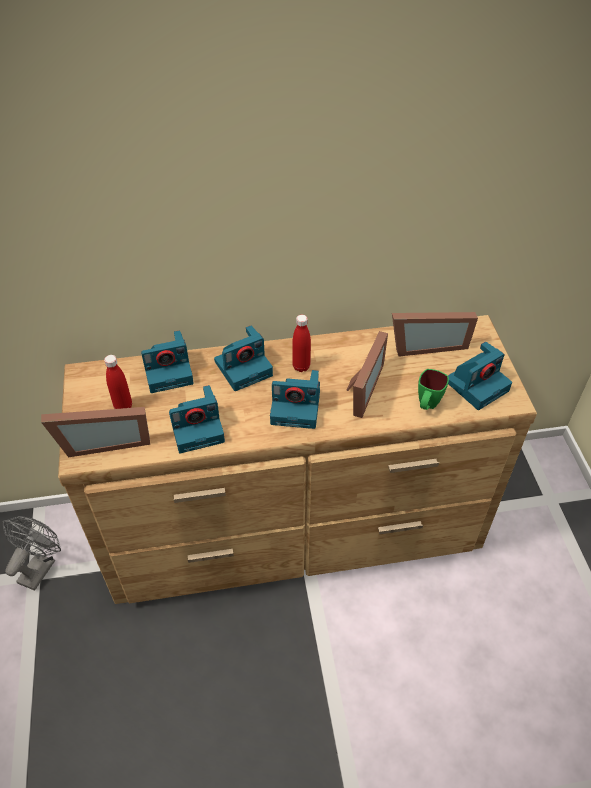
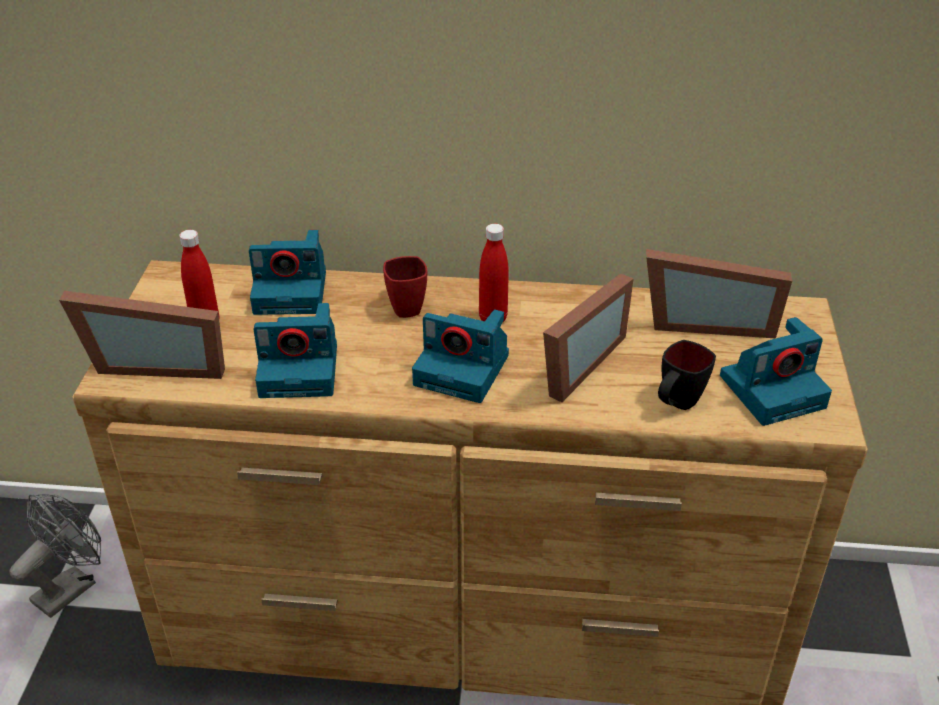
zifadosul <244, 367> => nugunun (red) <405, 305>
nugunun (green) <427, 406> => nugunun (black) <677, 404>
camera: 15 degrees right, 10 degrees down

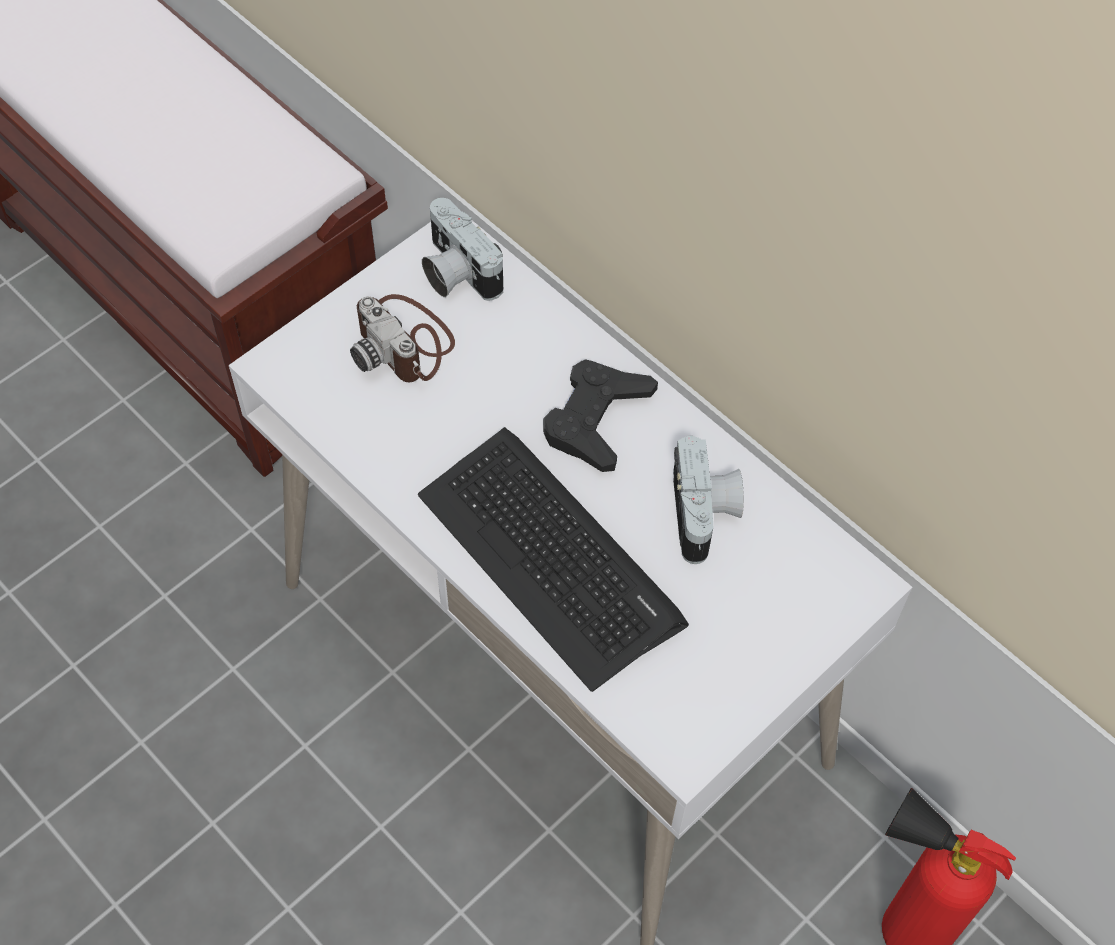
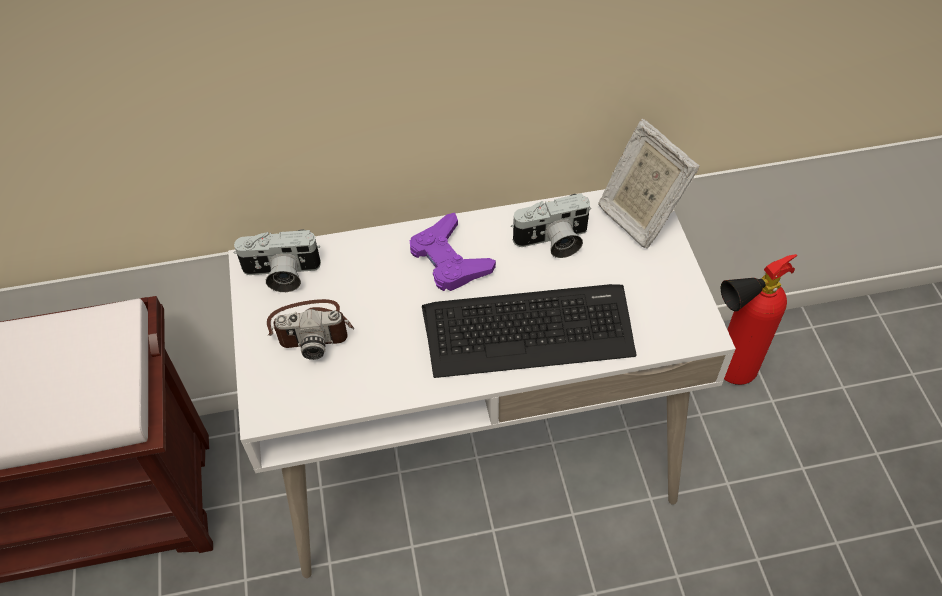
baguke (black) <596, 419> => baguke (purple) <449, 259>
zifadosul <705, 514> => zifadosul <553, 242>, 135 degrees clockwise
nothing => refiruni <638, 215>
camera: 55 degrees left, 5 degrees down

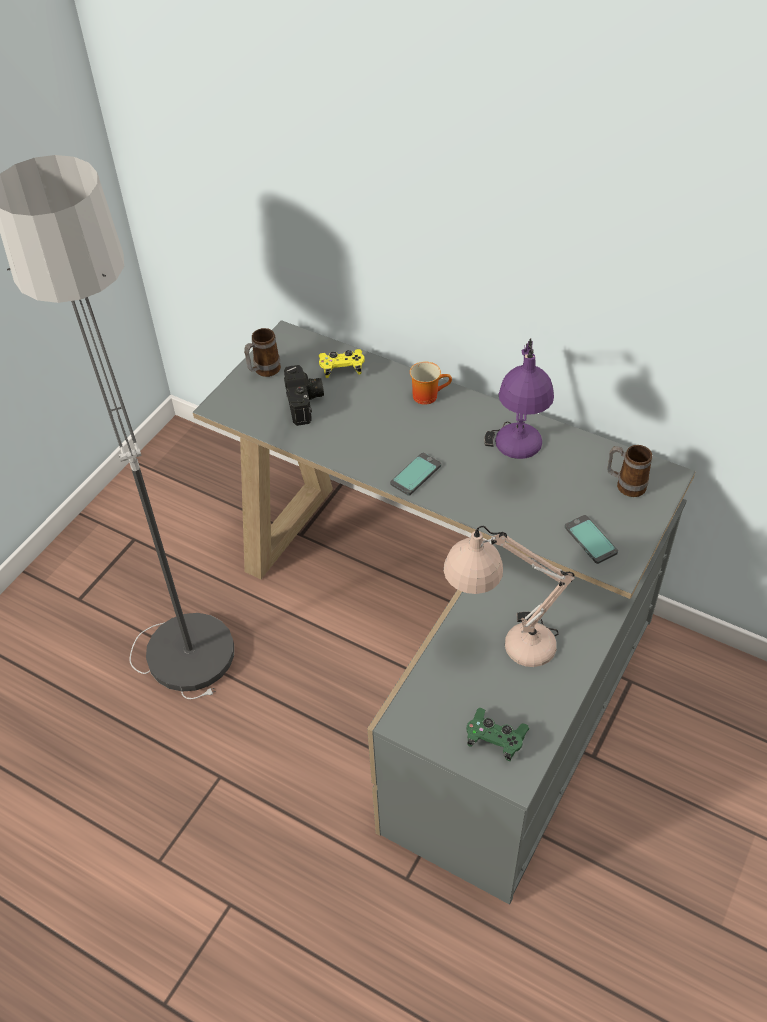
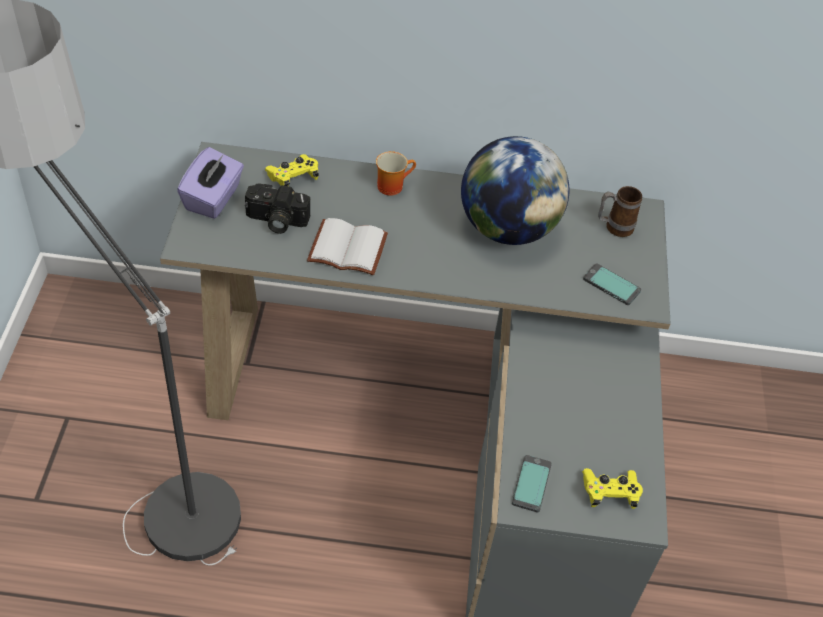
nugunun <263, 371> => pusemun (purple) <213, 198>
zifadosul <305, 403> => zifadosul <276, 221>, 135 degrees clockwise
nothing => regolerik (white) <346, 250>
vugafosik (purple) <516, 460> => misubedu <507, 228>
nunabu <415, 474> => nunabu <531, 484>, move
baguke (green) <495, 739> => baguke (yellow) <609, 493>
vugafosik (beige) <501, 644> => nothing
camera: 30 degrees left, 0 degrees up

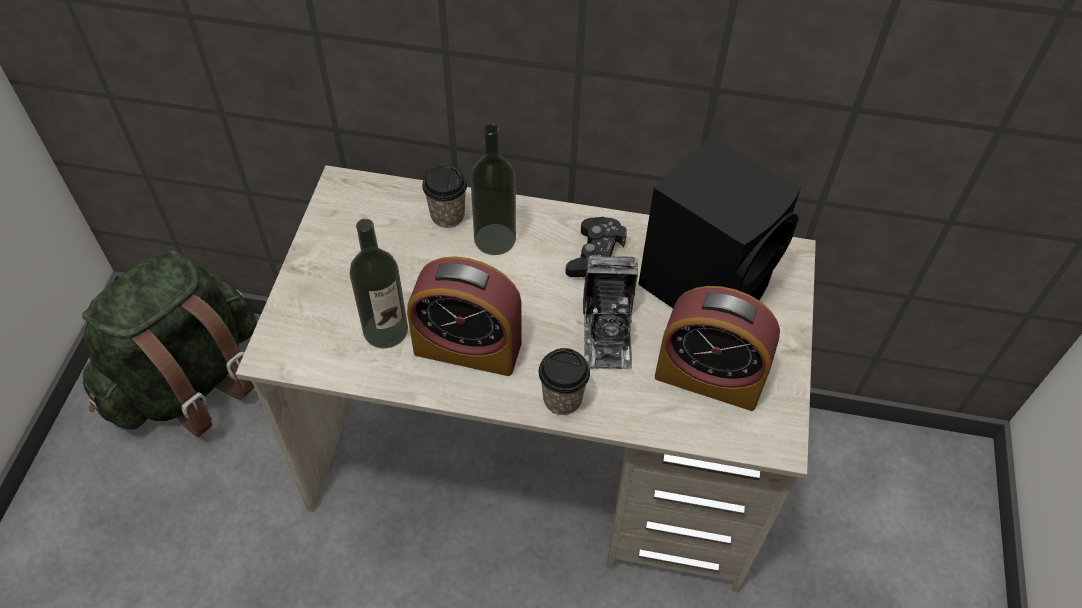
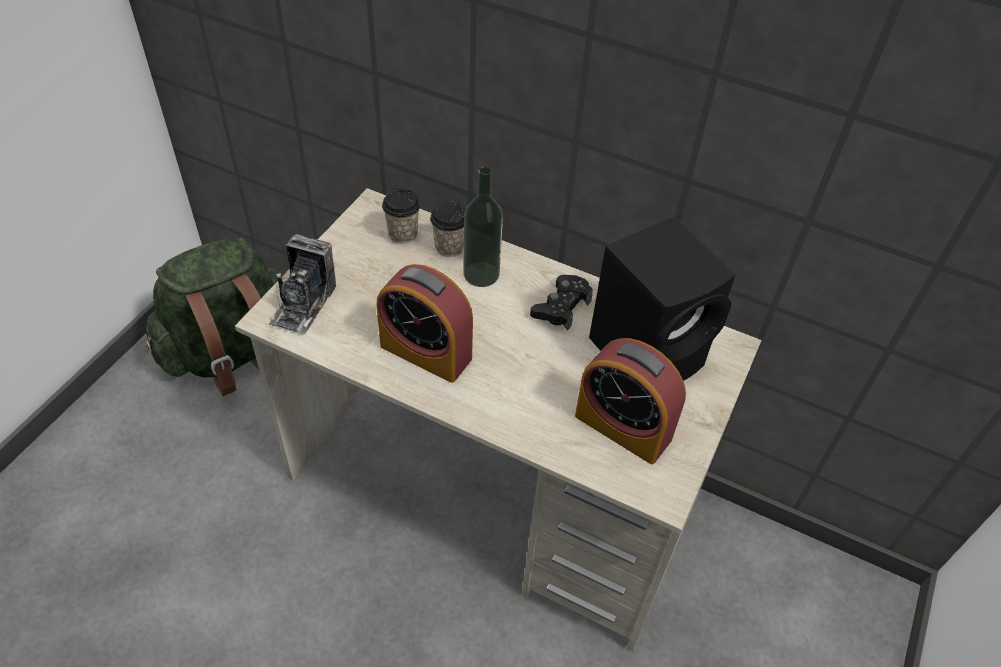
zifadosul <607, 332> => zifadosul <303, 304>, move
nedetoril <562, 399> => nedetoril <403, 234>, move
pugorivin <385, 330> => nothing
camera: 15 degrees right, 5 degrees down

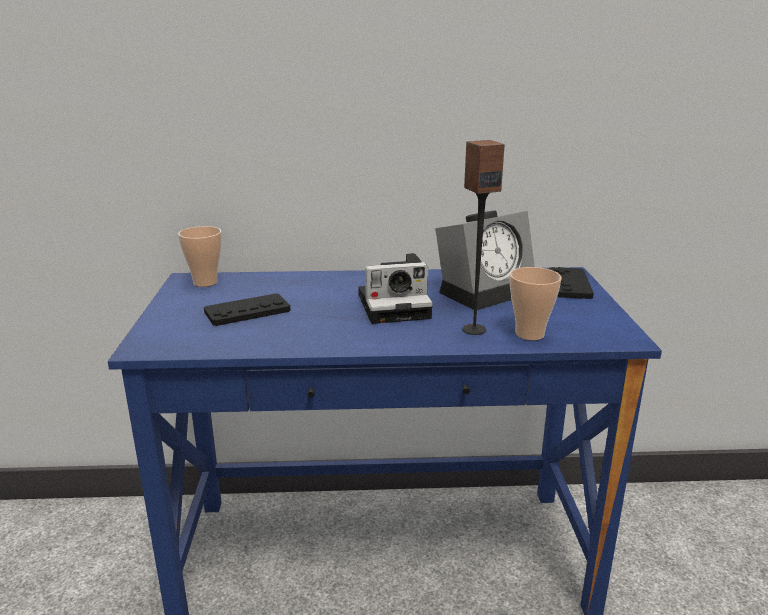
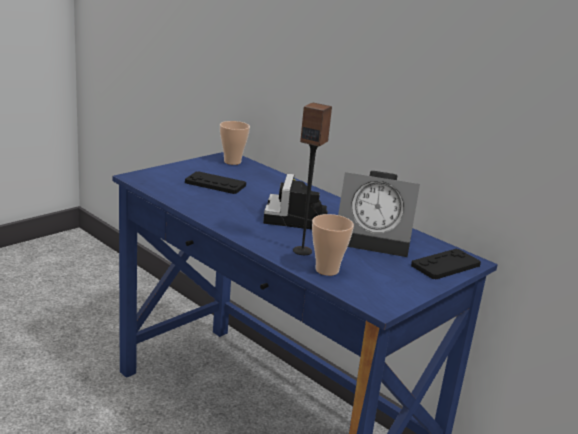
zifadosul <396, 305> => zifadosul <296, 219>, 60 degrees clockwise
camera: 45 degrees right, 0 degrees up

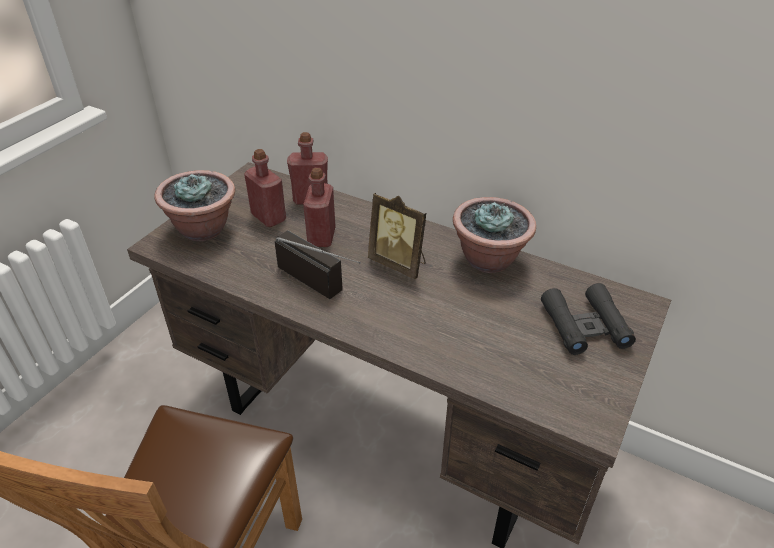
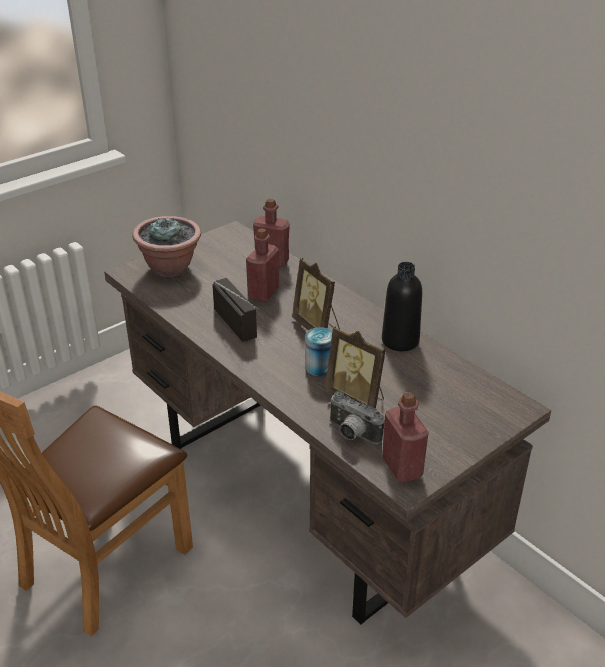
nothing => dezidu <319, 367>
nothing => refiruni <356, 399>
nothing => zifadosul <351, 434>
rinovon <489, 259> => pugorivin (black) <400, 341>
pugorivin (red) <268, 217> => pugorivin (red) <402, 467>, move
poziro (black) <585, 326> => nothing
camera: 20 degrees right, 5 degrees down

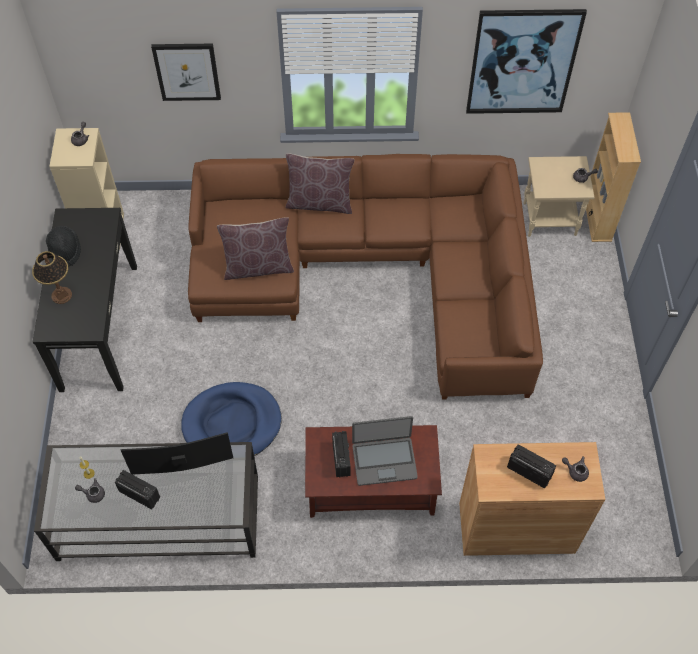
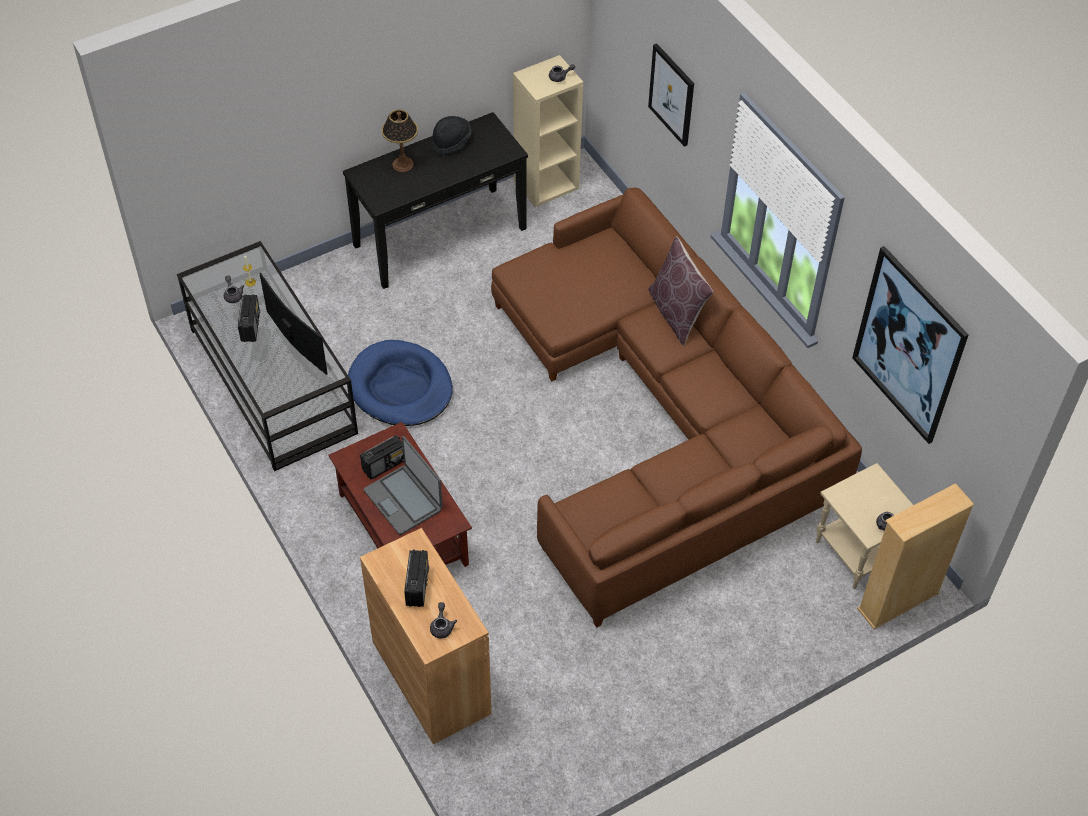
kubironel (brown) <258, 267> => nothing
camera: 60 degrees right, 5 degrees down

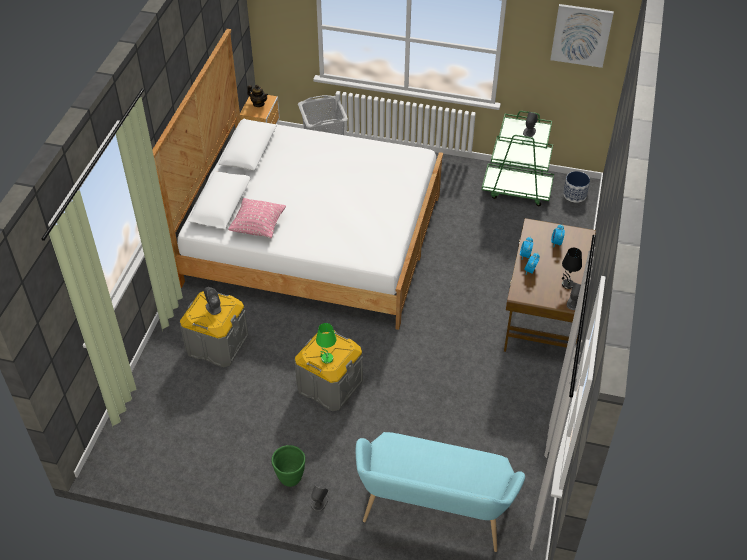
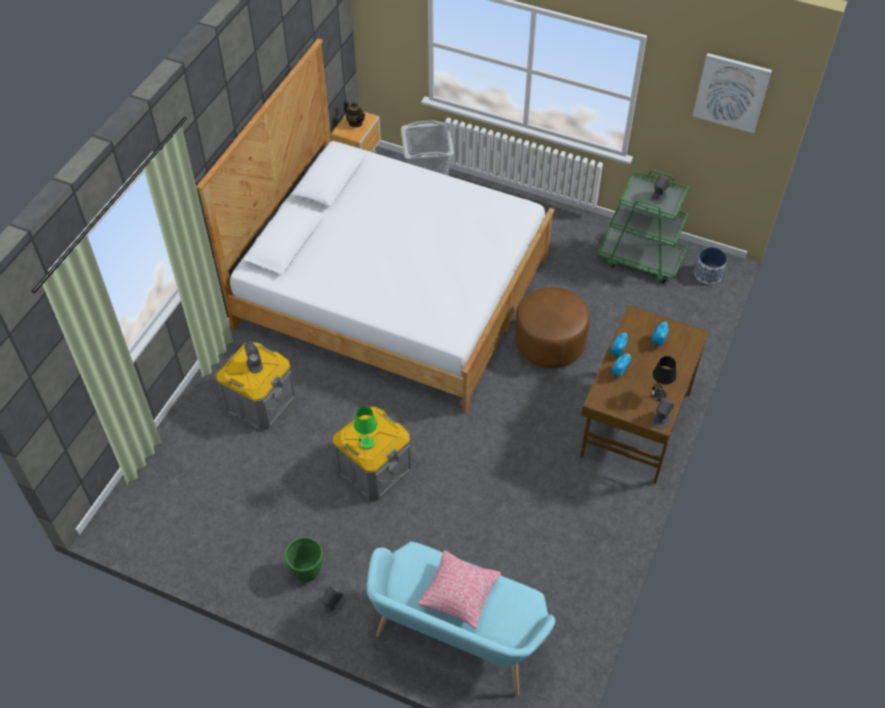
kubironel (pink) <258, 227> => kubironel (pink) <459, 596>, move
nothing => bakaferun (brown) <549, 343>
camera: 10 degrees right, 5 degrees up

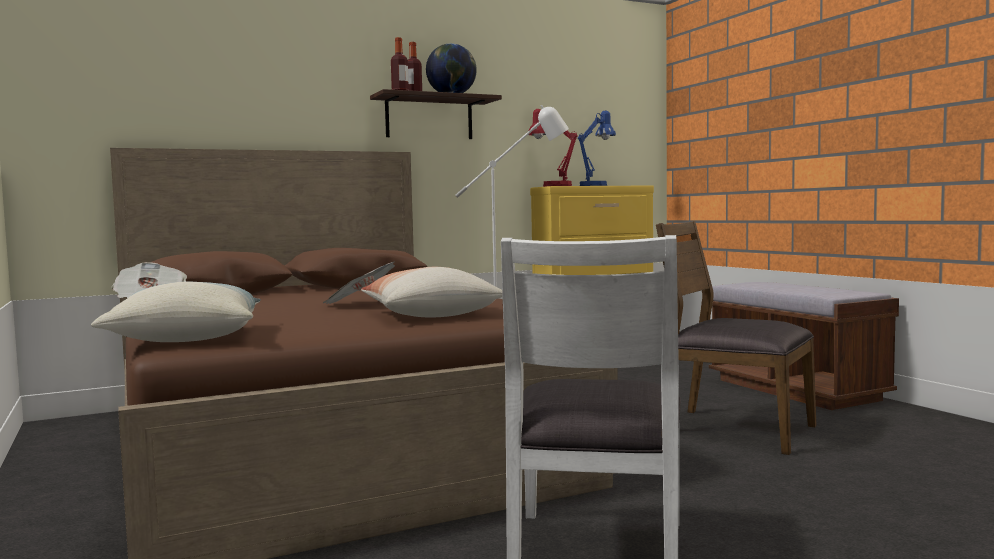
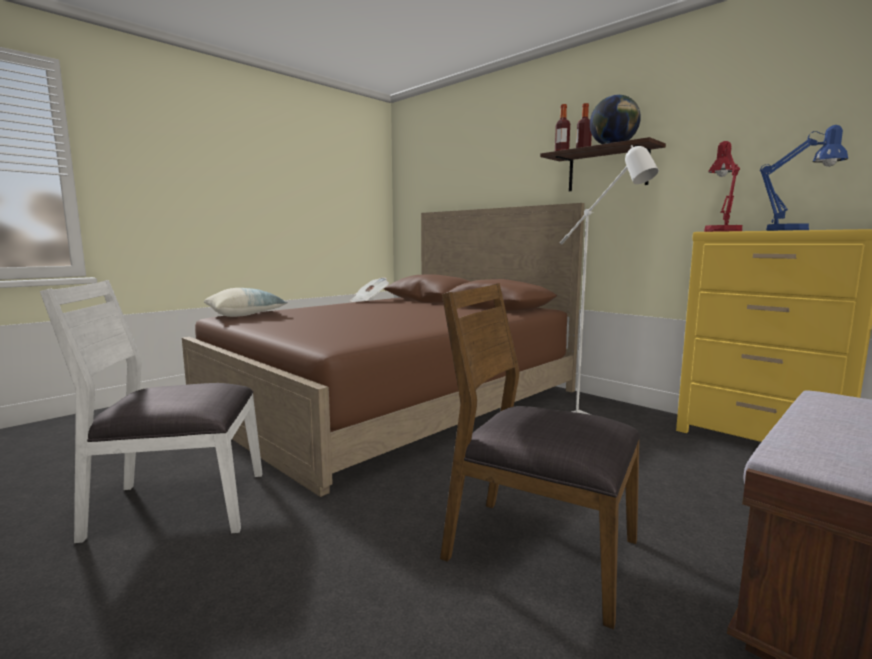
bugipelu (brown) <734, 429> => bugipelu (brown) <538, 551>, 75 degrees counterclockwise
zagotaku <359, 304> => nothing
kubironel <430, 314> => nothing
camera: 70 degrees right, 5 degrees up

